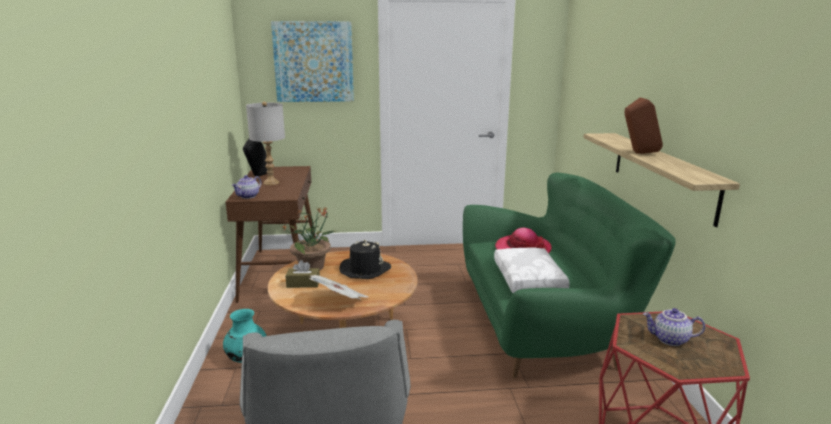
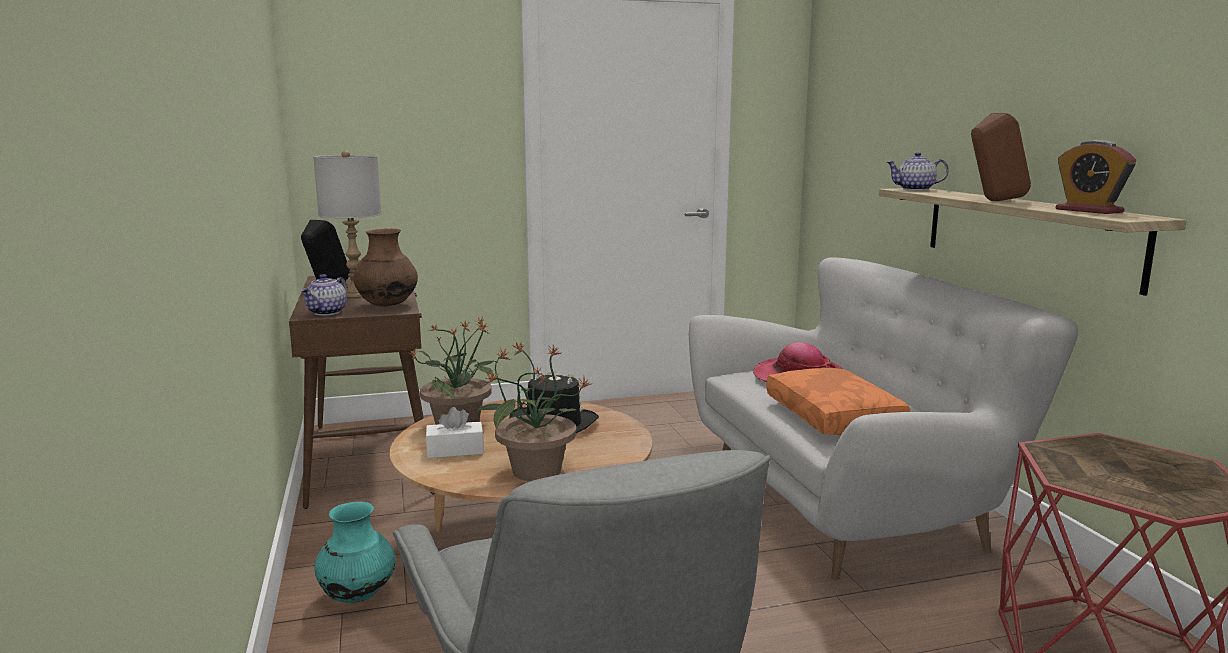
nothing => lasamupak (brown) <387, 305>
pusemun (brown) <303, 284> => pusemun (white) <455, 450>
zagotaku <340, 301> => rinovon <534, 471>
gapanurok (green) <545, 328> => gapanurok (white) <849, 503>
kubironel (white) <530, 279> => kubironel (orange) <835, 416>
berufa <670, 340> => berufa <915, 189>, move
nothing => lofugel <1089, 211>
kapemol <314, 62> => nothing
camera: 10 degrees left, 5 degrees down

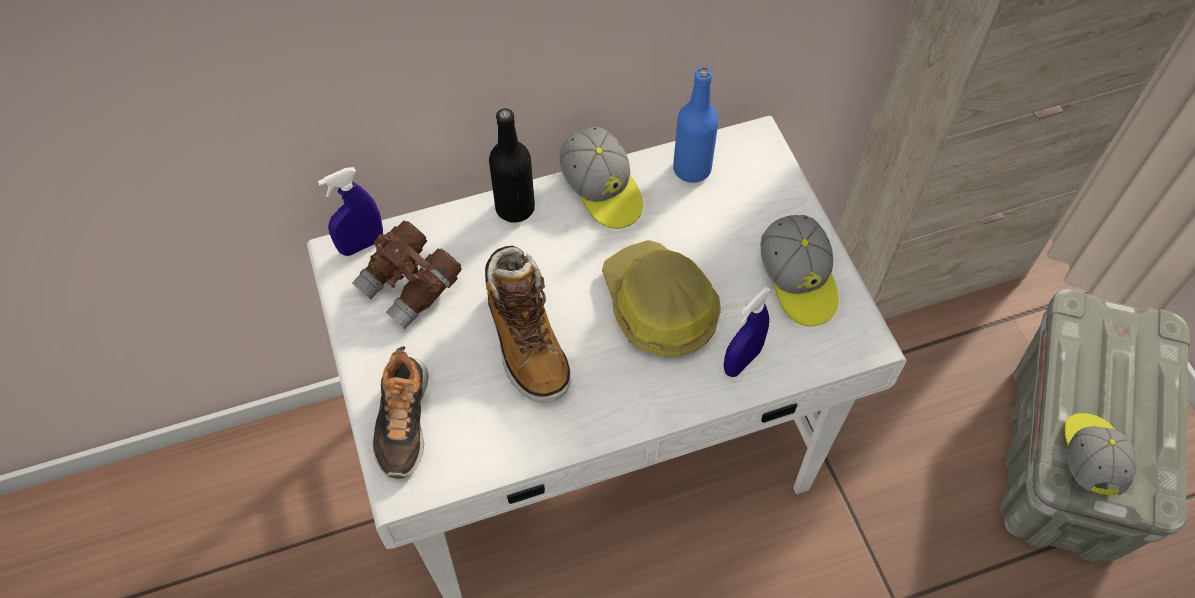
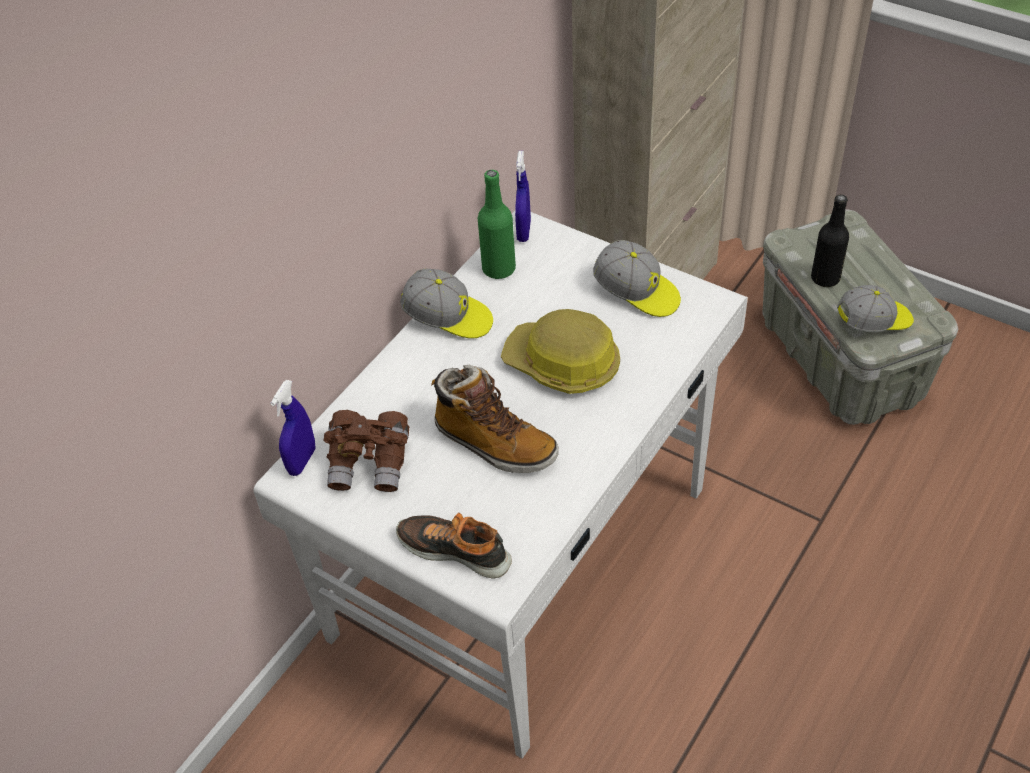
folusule <402, 421> => folusule <455, 549>, 150 degrees clockwise
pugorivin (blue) <692, 169> => pugorivin (green) <498, 269>
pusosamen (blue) <742, 361> => pusosamen (blue) <523, 231>, move
pugorivin (black) <515, 208> => pugorivin (black) <825, 278>, move
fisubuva <1090, 458> => fisubuva <874, 322>, 105 degrees clockwise
camera: 35 degrees left, 10 degrees down

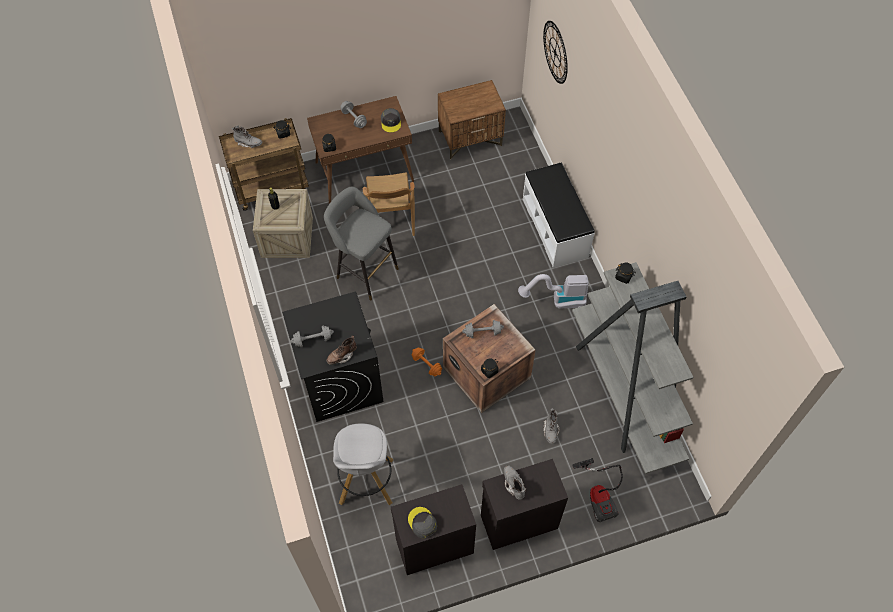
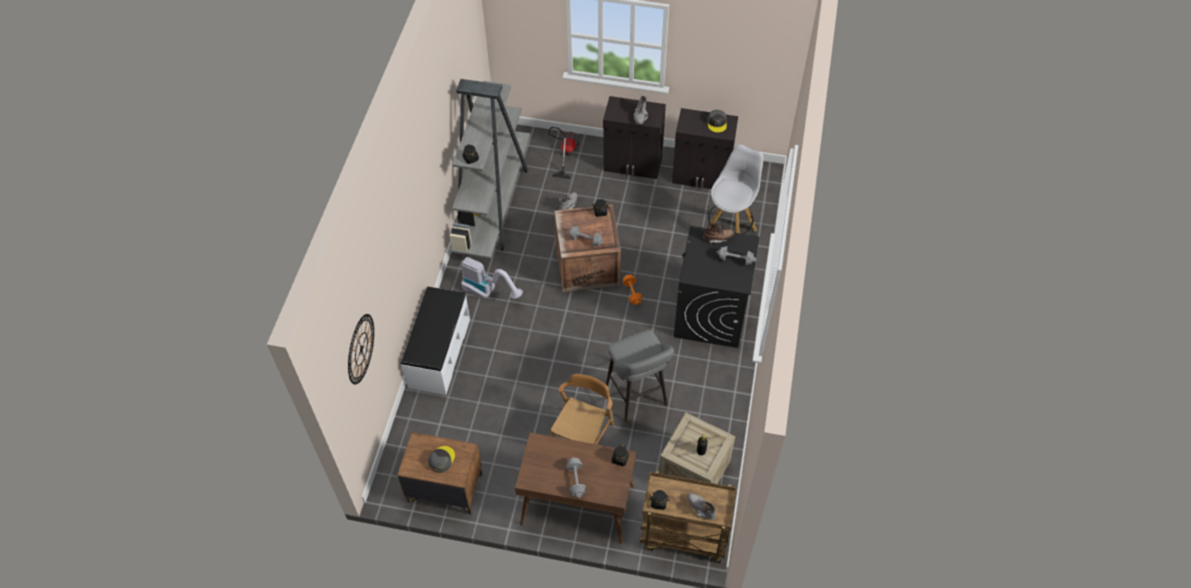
fisubuva (grey) <391, 122> => fisubuva (grey) <441, 459>, move
camera: 150 degrees left, 5 degrees down

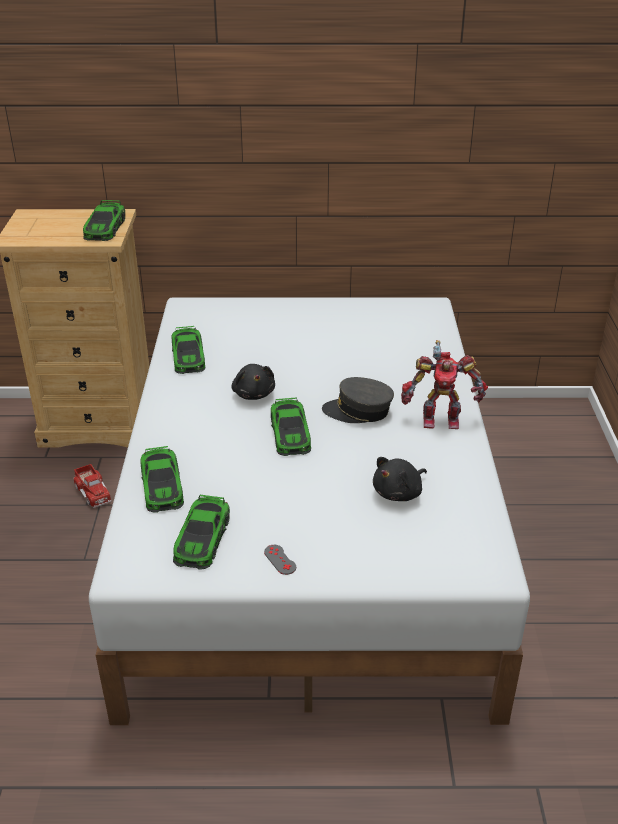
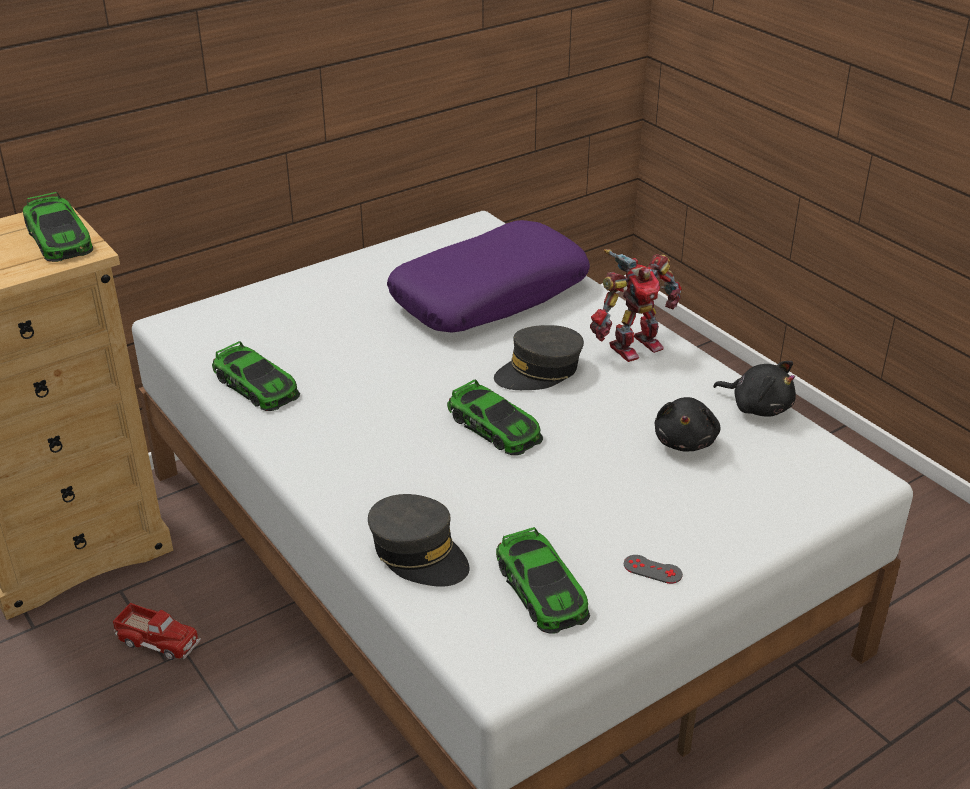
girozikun <162, 486> => fisubuva (grey) <419, 553>
nothing => kubironel (purple) <489, 294>
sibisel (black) <253, 393> => sibisel (black) <758, 406>, move
camera: 35 degrees left, 0 degrees up

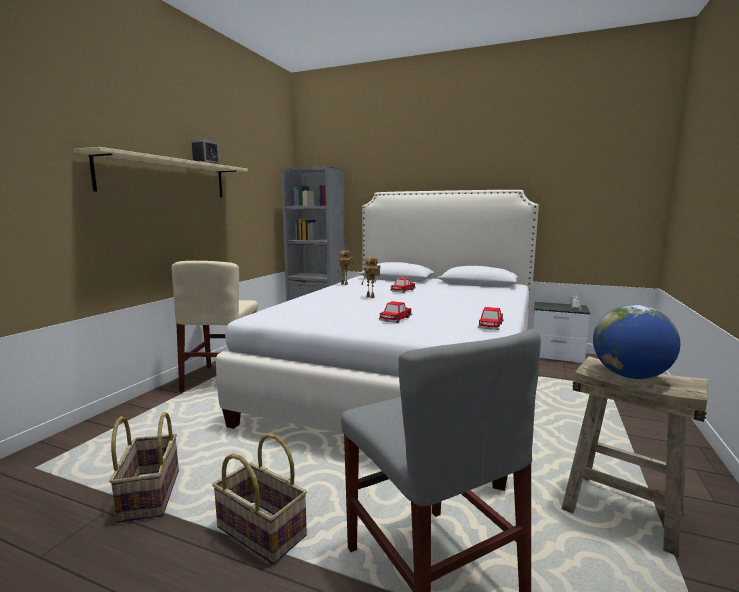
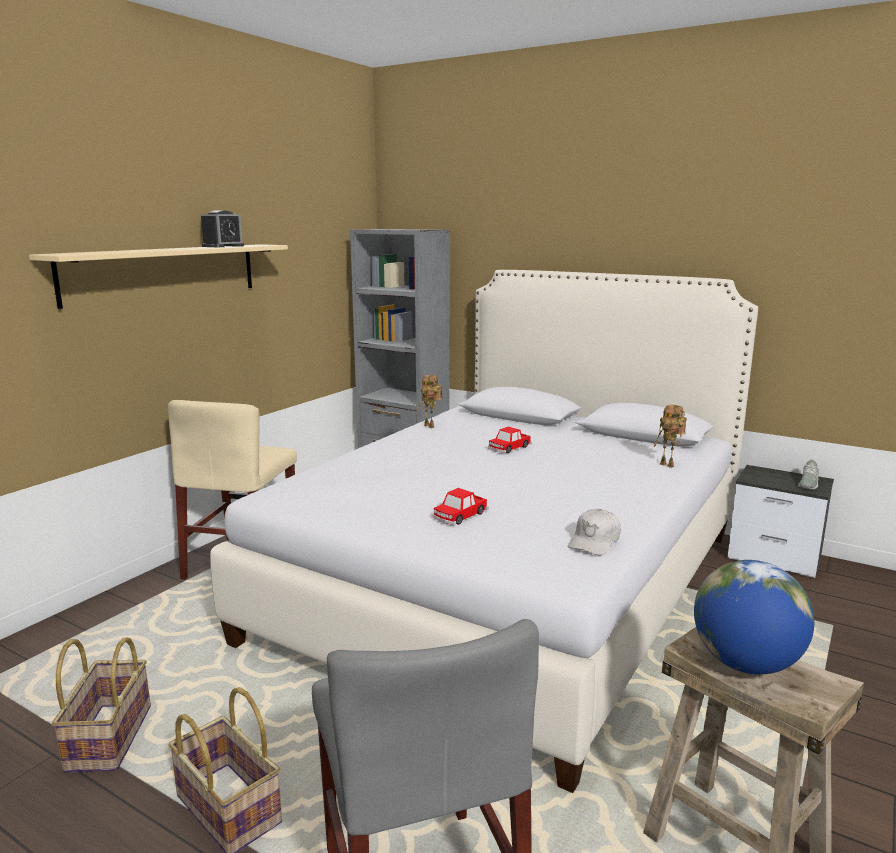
girozikun <490, 326> => fisubuva (white) <594, 541>
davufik <371, 297> => davufik <668, 465>, move
camera: 10 degrees right, 5 degrees up

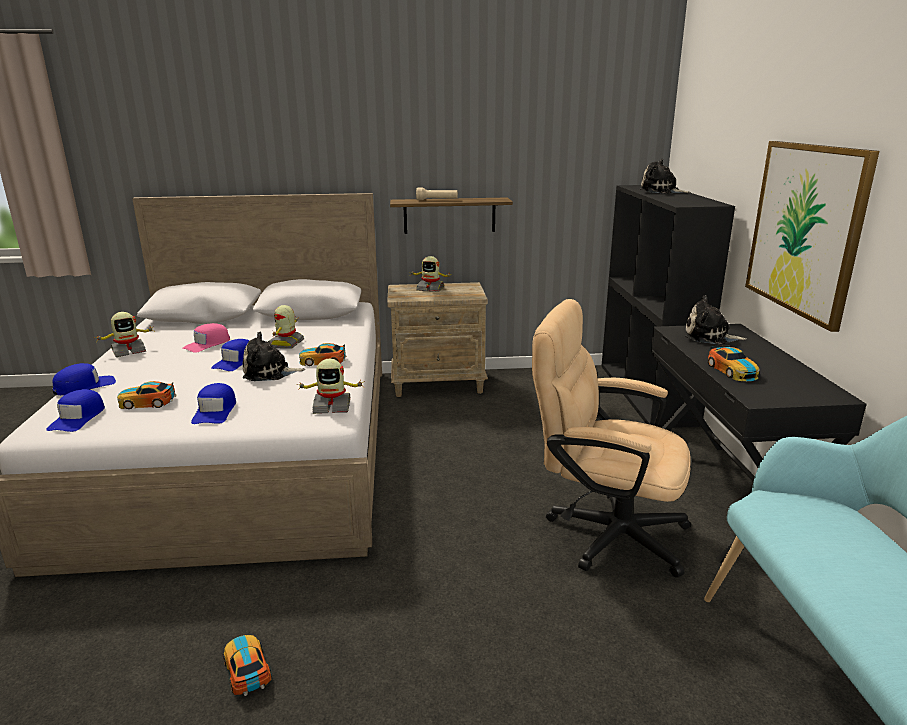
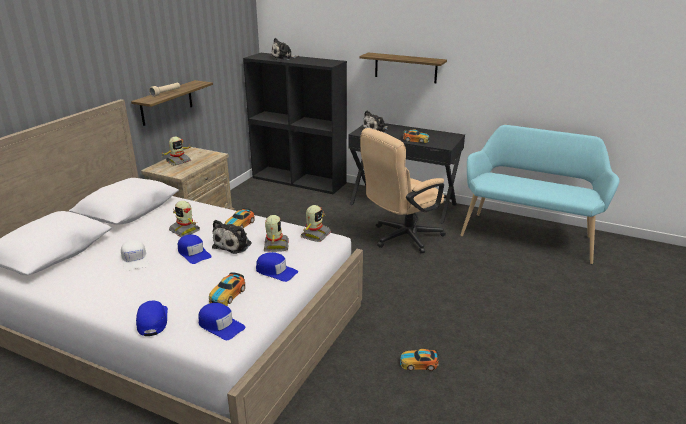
fisubuva (pink) <207, 344> => fisubuva (white) <135, 259>
davufik <128, 351> => davufik <275, 246>, move
kapemol <805, 229> => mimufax <405, 68>
camera: 60 degrees left, 5 degrees up

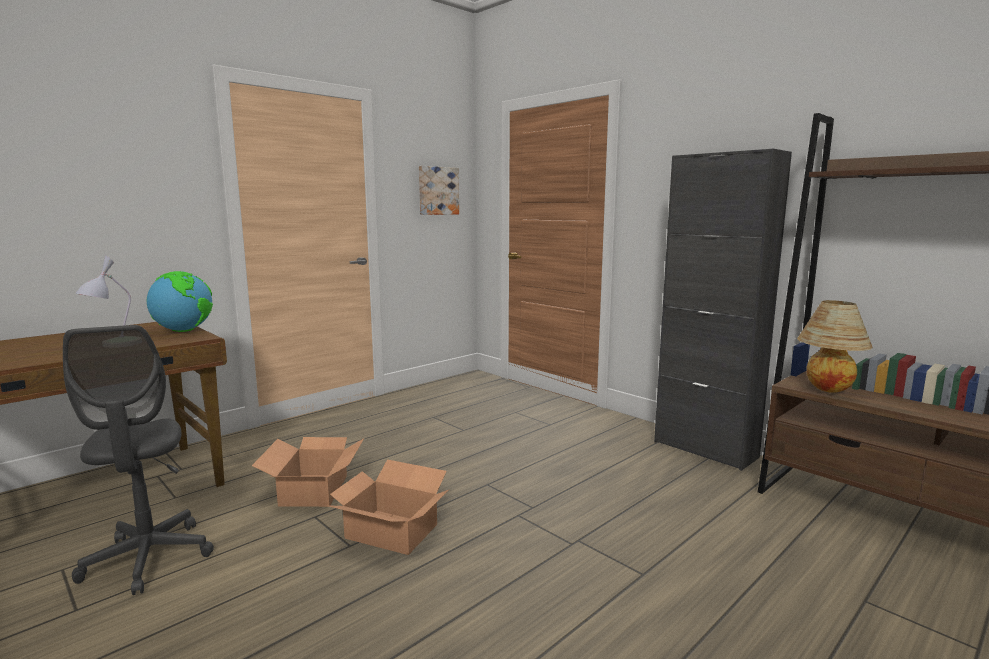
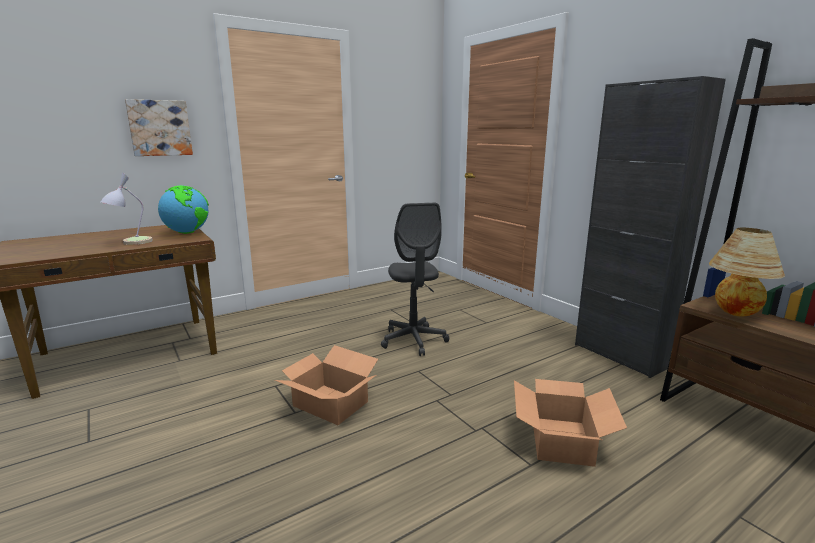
kapemol <437, 191> => kapemol <159, 128>, move
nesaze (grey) <149, 558> => nesaze (grey) <413, 340>, move
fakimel <315, 490> => fakimel <562, 440>, move
camera: 10 degrees right, 5 degrees up

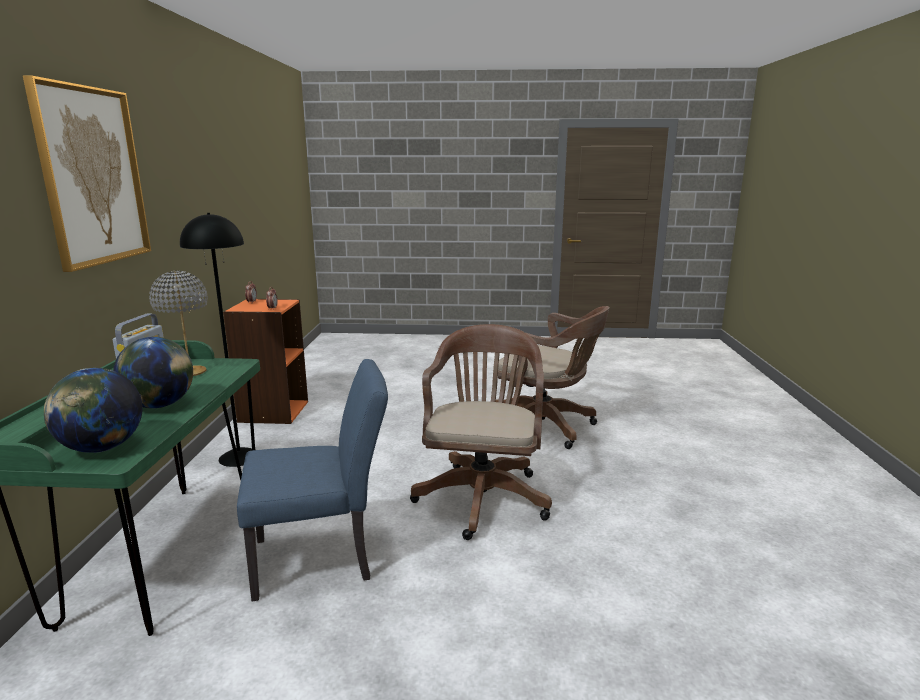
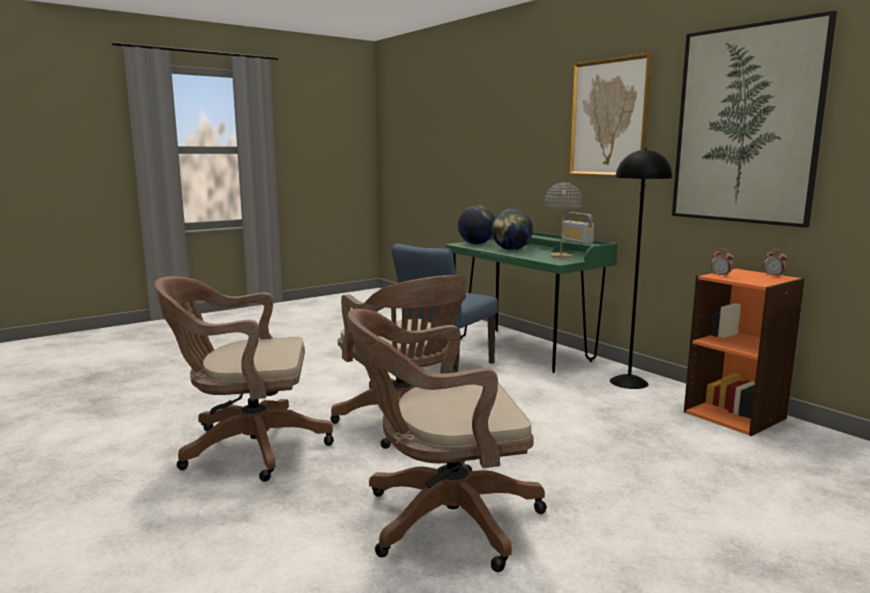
nothing => nesaze (brown) <247, 448>
nothing => kapemol <746, 125>
camera: 140 degrees right, 5 degrees down

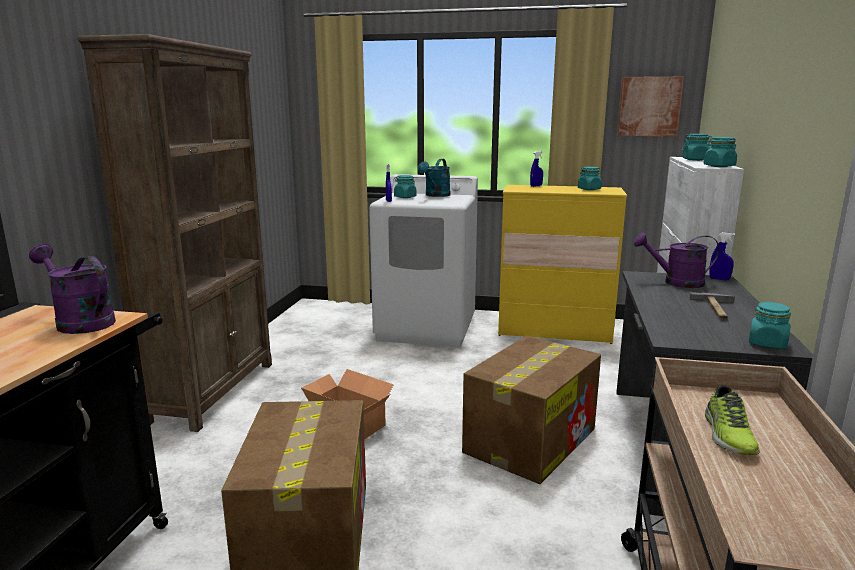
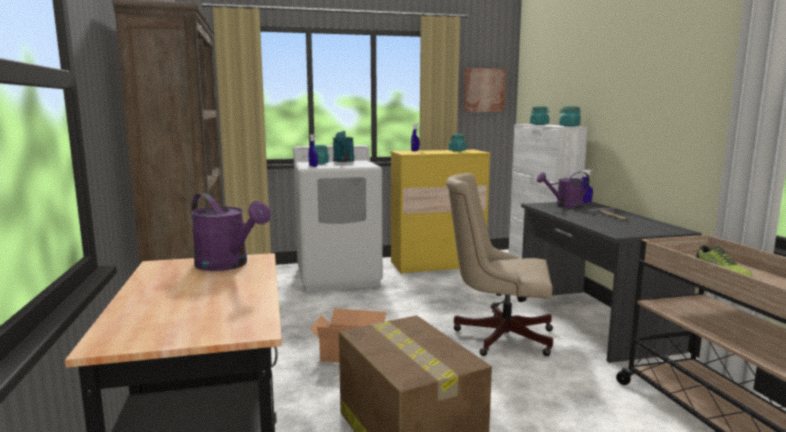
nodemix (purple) <79, 322> => nodemix (purple) <228, 265>, 150 degrees counterclockwise
fakimel <531, 439> => nesaze (beige) <498, 336>
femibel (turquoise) <767, 344> => nothing
camera: 25 degrees left, 5 degrees down

